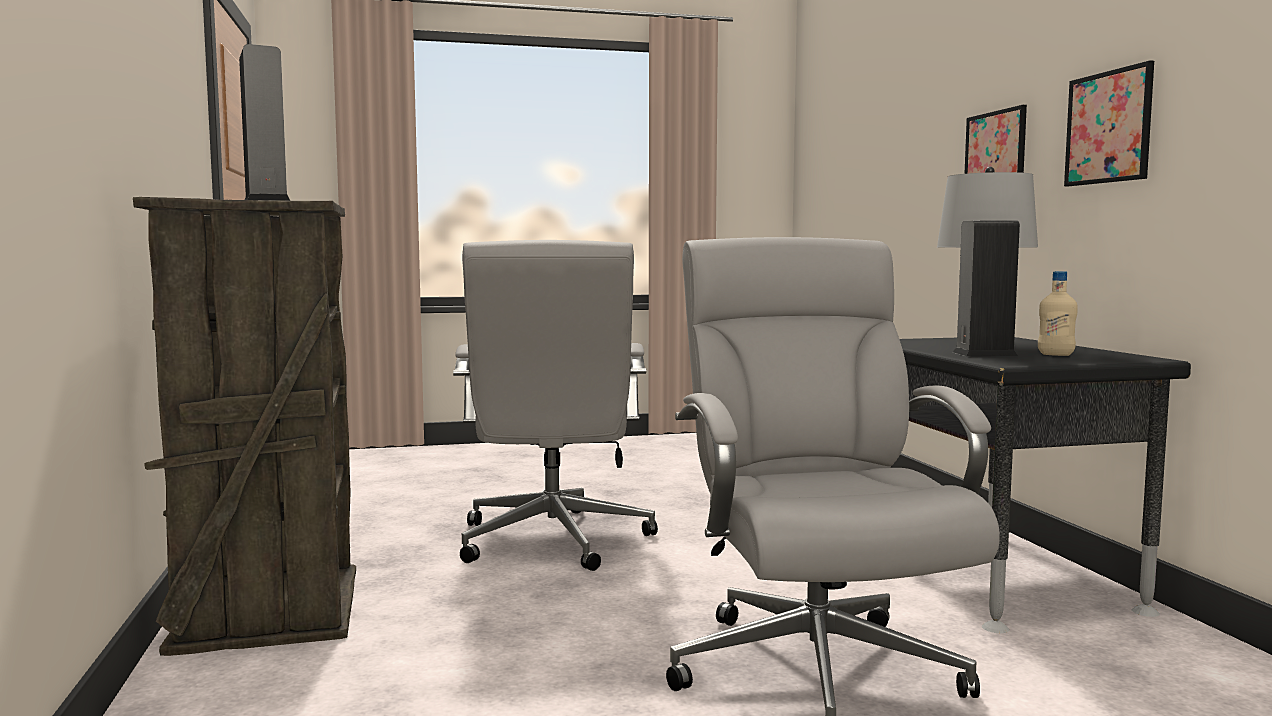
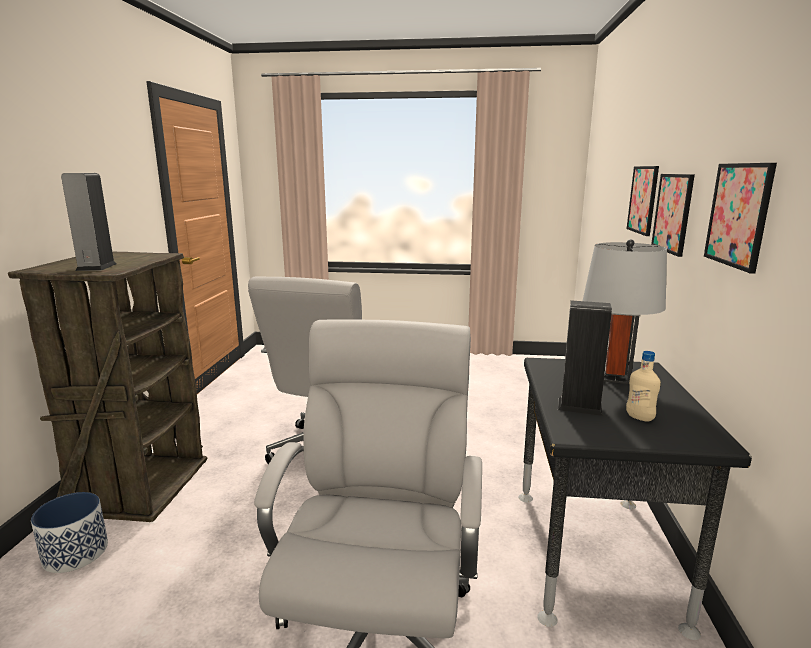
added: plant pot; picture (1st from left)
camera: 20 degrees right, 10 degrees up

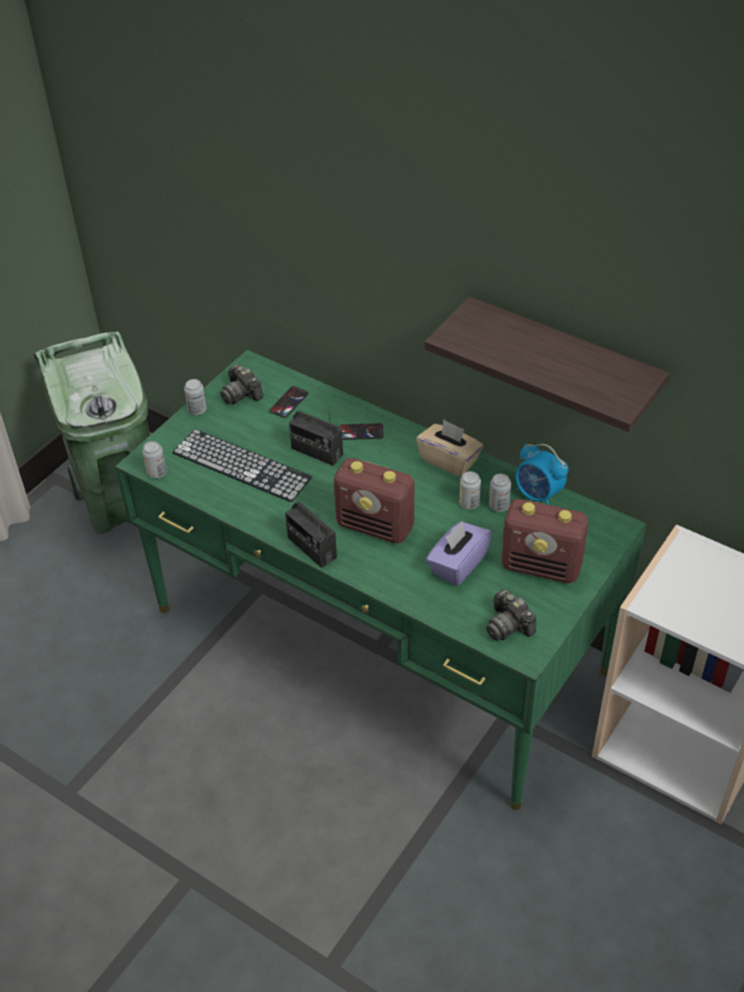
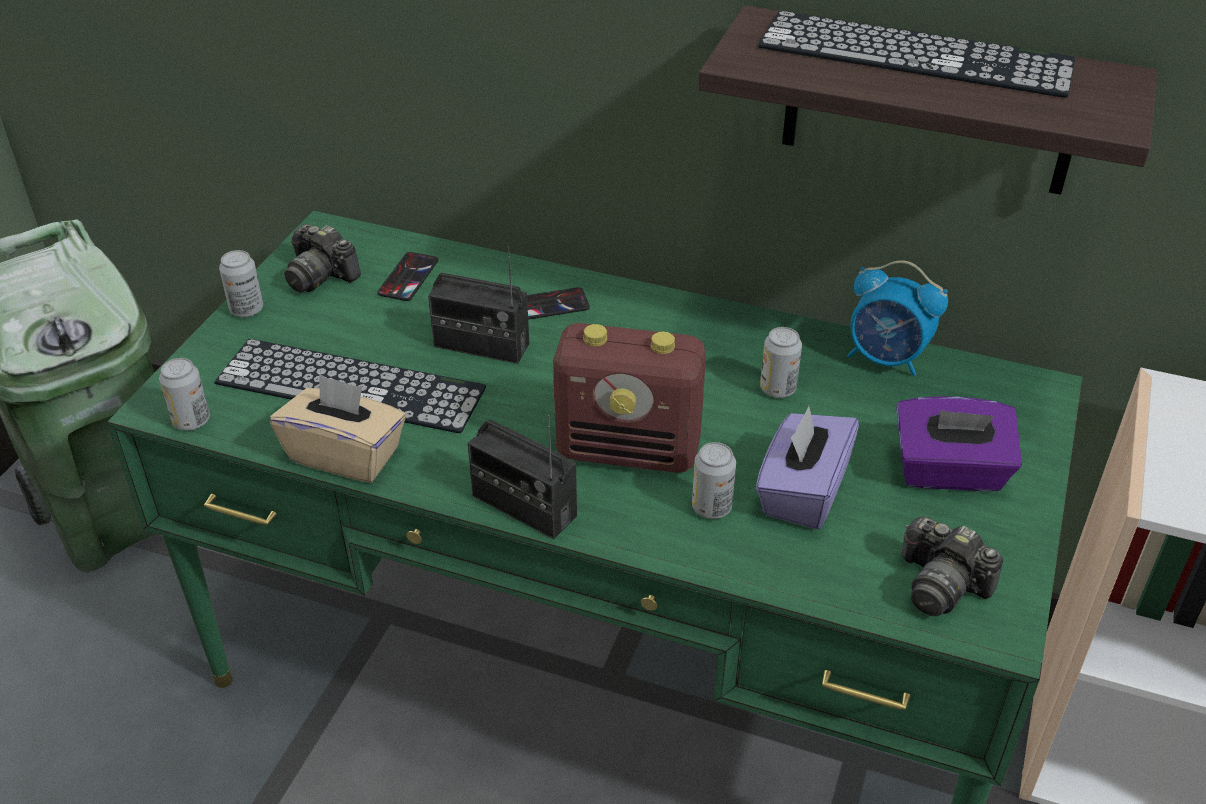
added: computer keyboard (2nd from left)
moved: beige-coloured tissue holder; can (4th from left in the first image) to can (3rd from left)
replaced: radio (4th from left) to purplish tissue holder (2nd from left)
camera: 15 degrees left, 5 degrees down

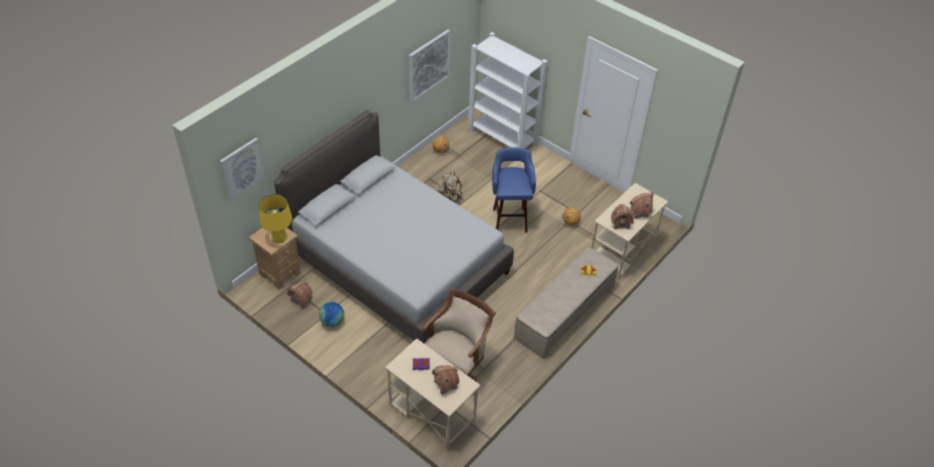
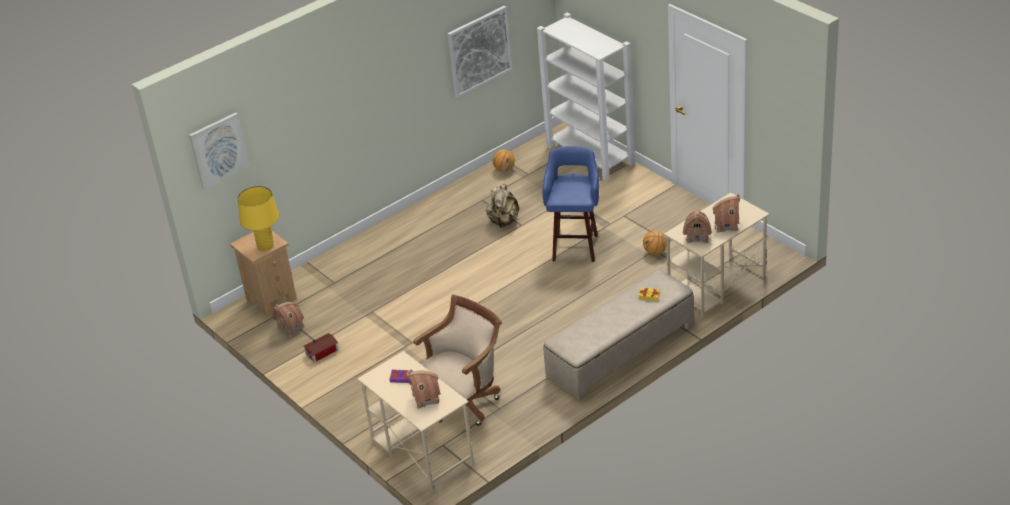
removed: gray sleeping bed
replaced: desk globe to model house (2nd from left)
camera: 15 degrees right, 10 degrees down

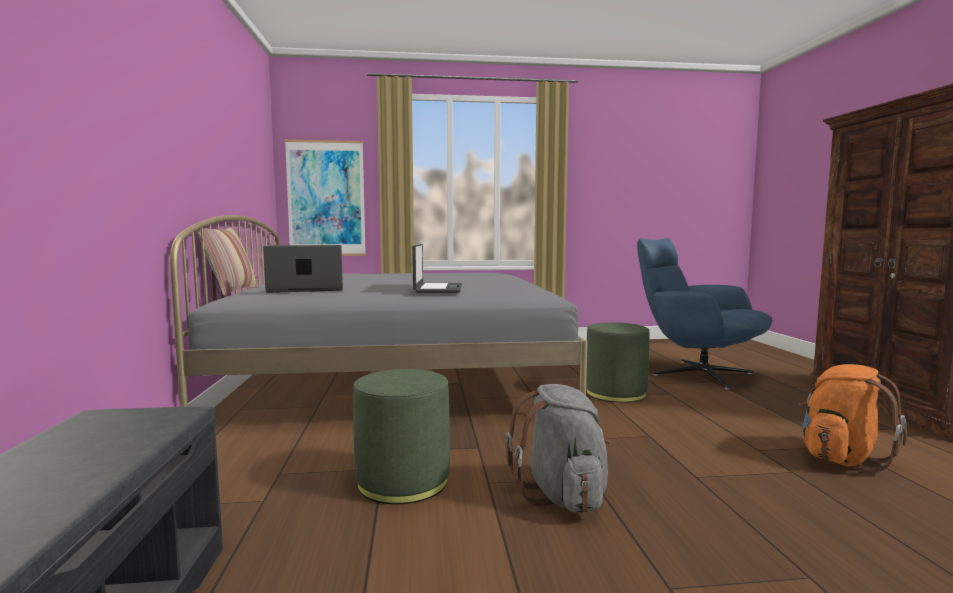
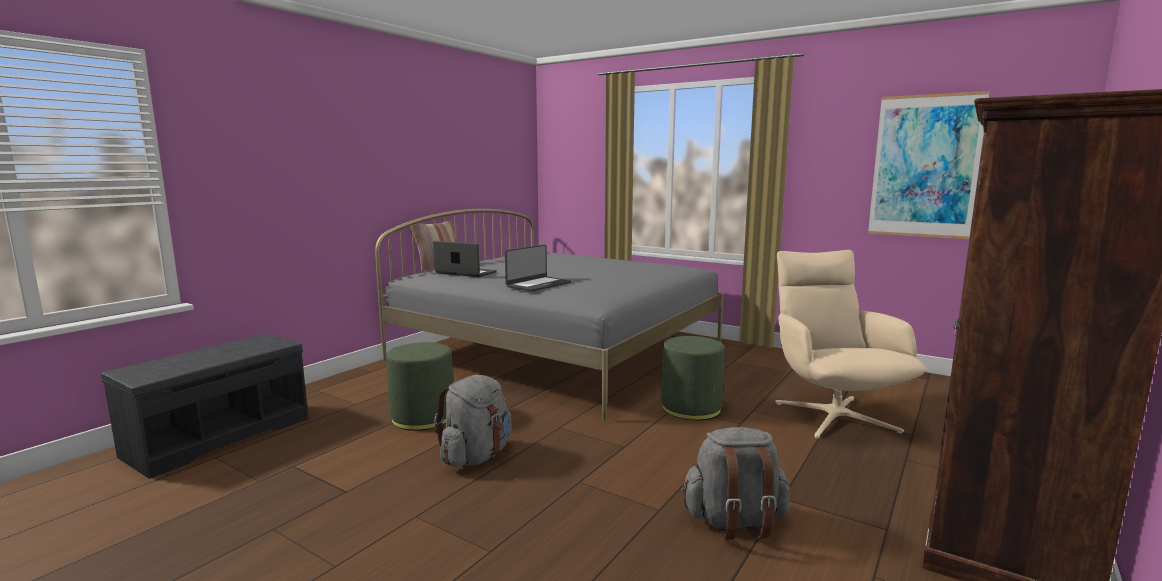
moved: picture
recoloured: blue-coloured lounge chair to beige-coloured lounge chair; orangey rucksack to gray rucksack (2nd from left)
camera: 40 degrees right, 5 degrees up

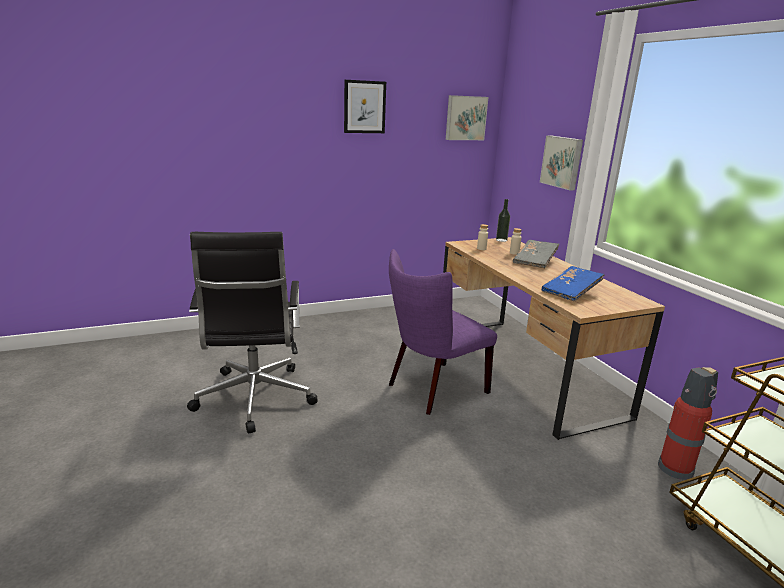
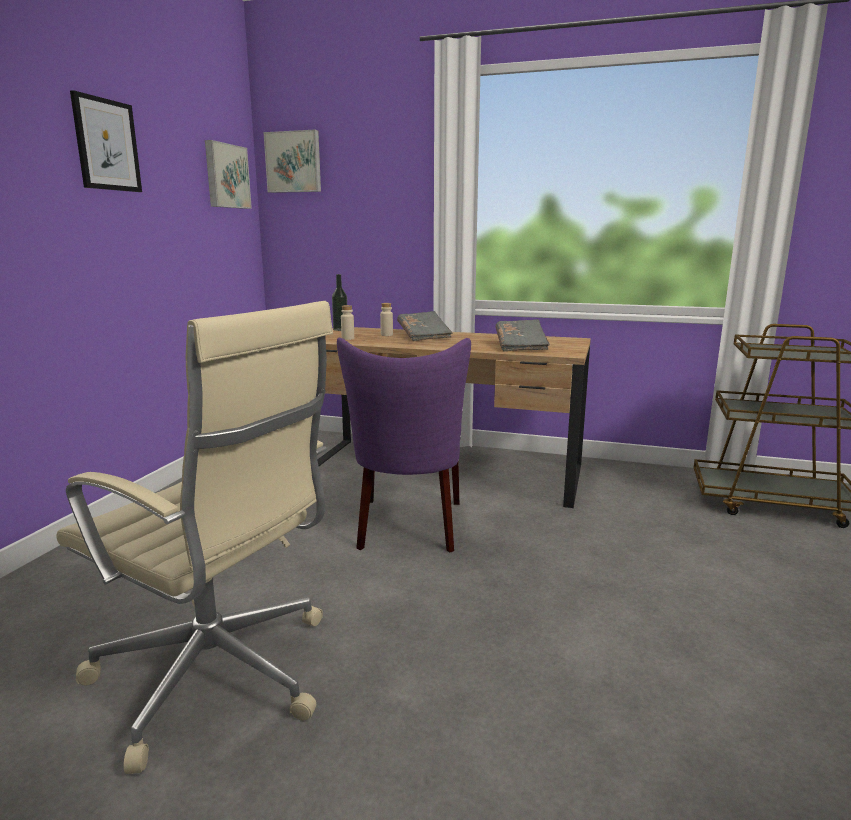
removed: fire extinguisher
moved: picture (3rd from left)
recoloured: black office chair to beige-coloured office chair; blue-coloured book to gray book (2nd from left)
camera: 50 degrees left, 5 degrees down

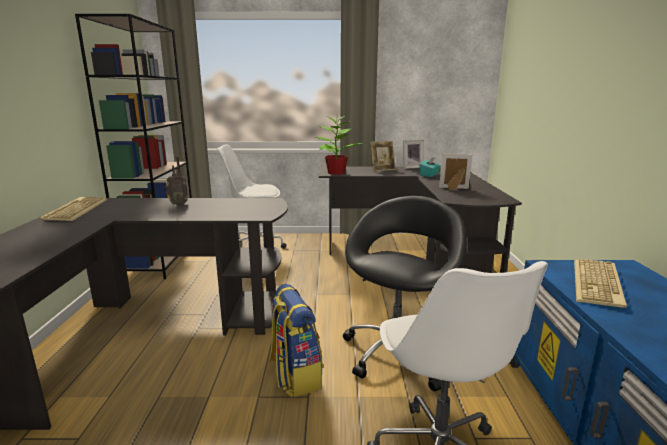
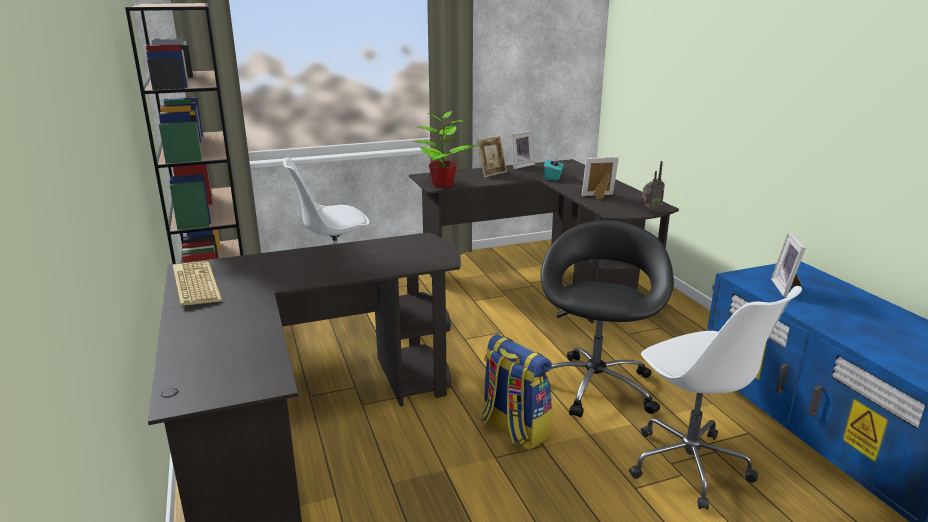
moved: radio
replaced: computer keyboard (2nd from left) to standing frame (4th from left)
camera: 20 degrees left, 5 degrees up

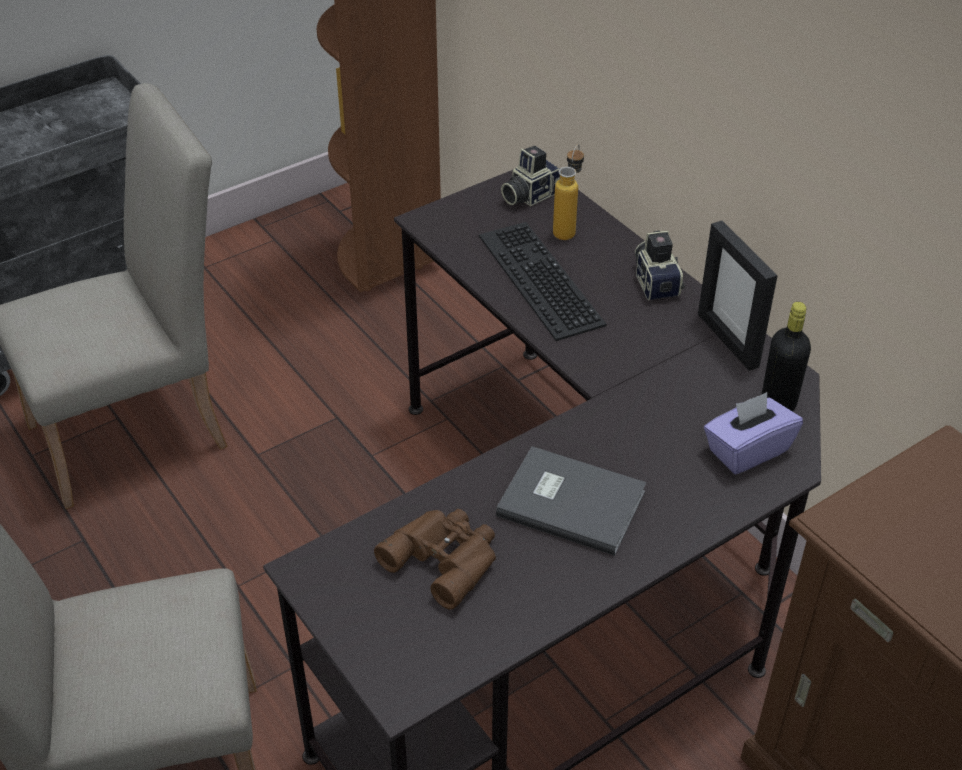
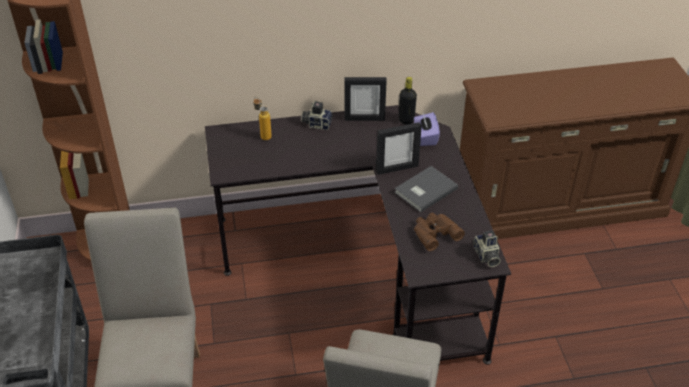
removed: computer keyboard
added: standing frame (2nd from left)
moved: photo camera (1st from left in the first image) to photo camera (2nd from left)
camera: 65 degrees left, 0 degrees up

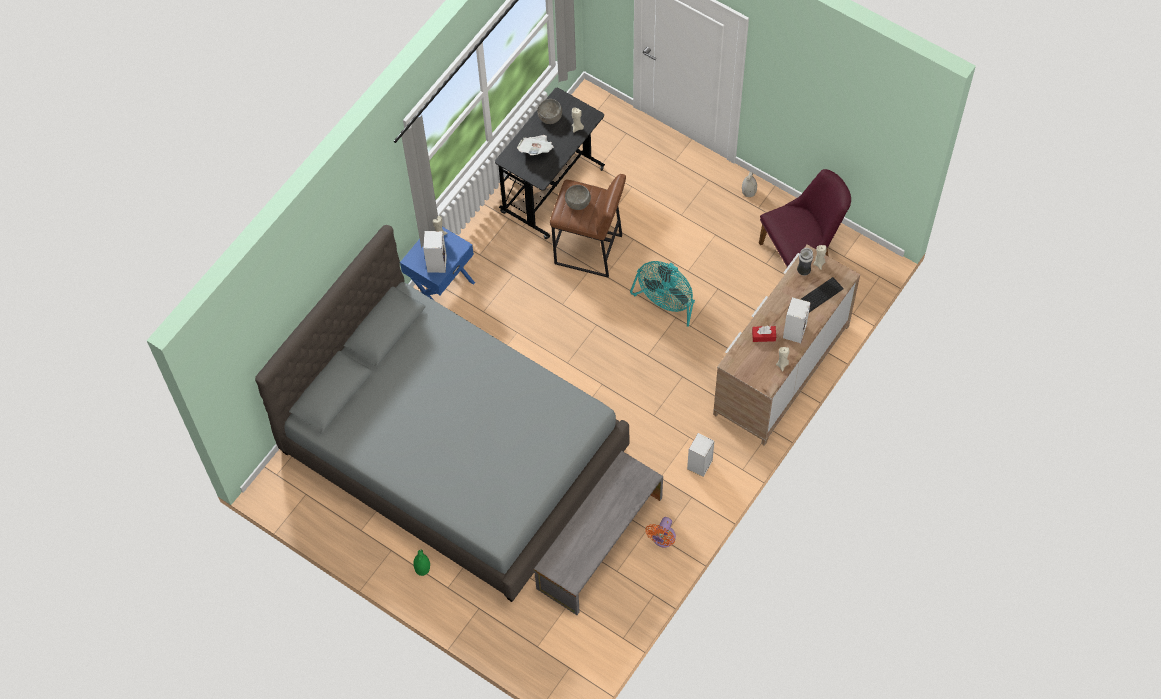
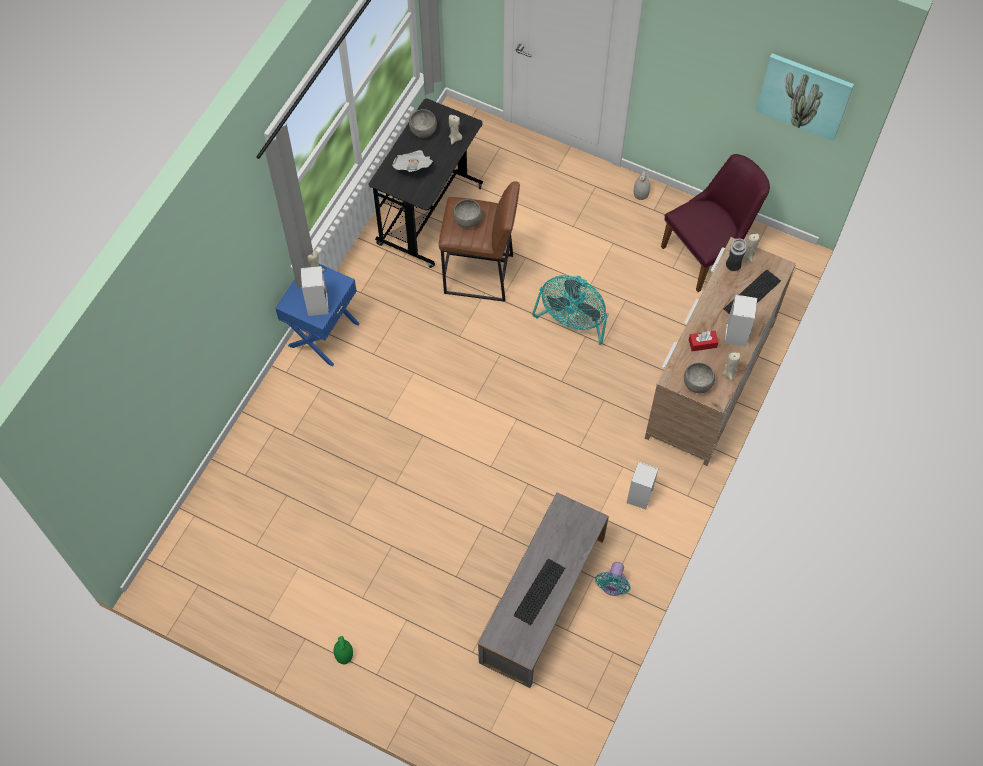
removed: gray sleeping bed
added: computer keyboard (1st from left); gray deep dish (3rd from left); picture
recoloured: orangey fan to turquoise fan (2nd from left)
camera: 10 degrees left, 0 degrees up

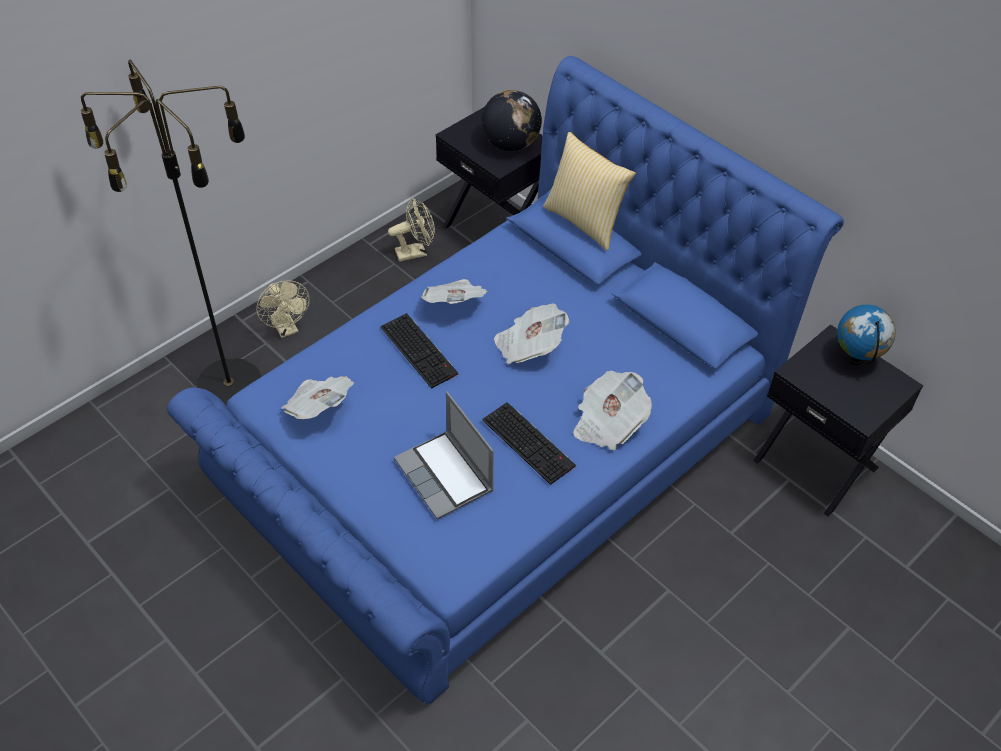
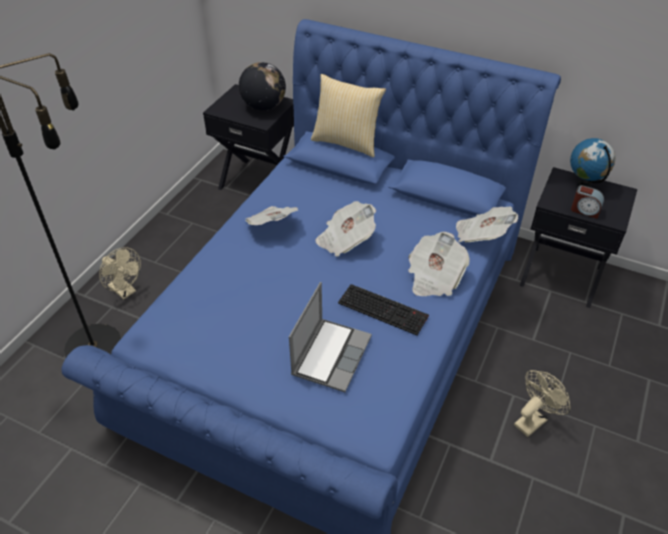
removed: computer keyboard (1st from left)
added: bedside clock
moved: newspaper (1st from left in the first image) to newspaper (4th from left); beige-coloured fan (2nd from left)
turned: portable computer 105 degrees counterclockwise
camera: 20 degrees left, 5 degrees down

